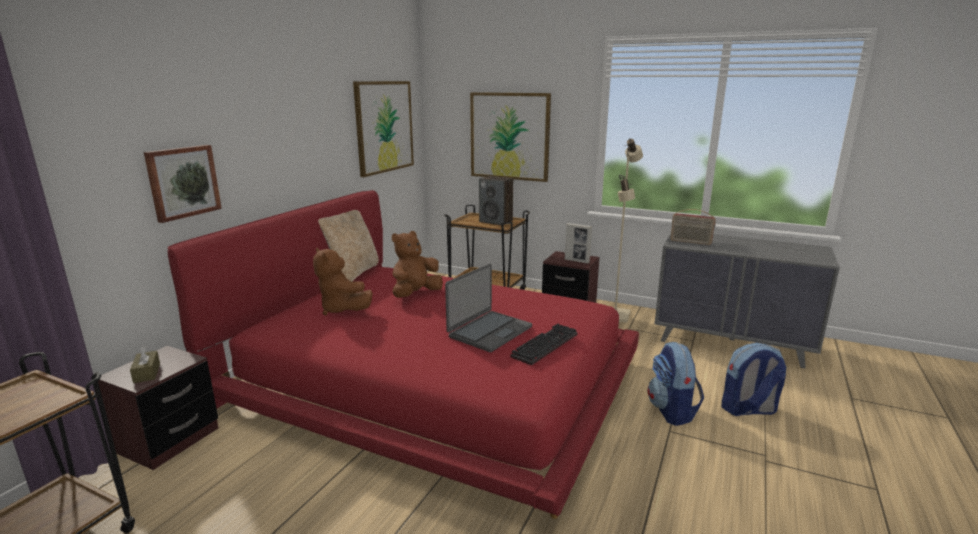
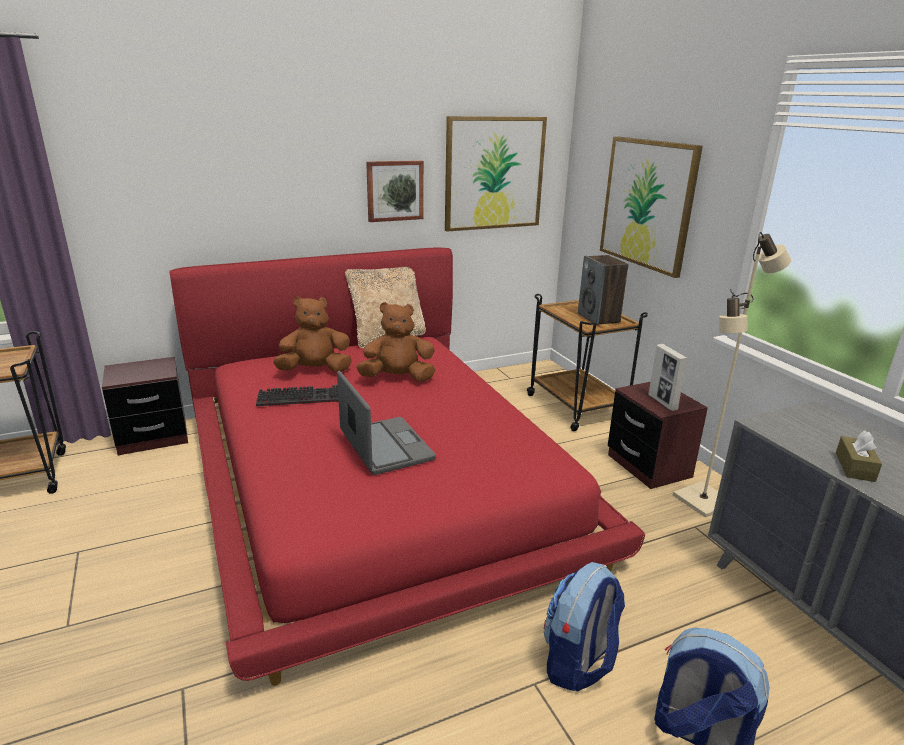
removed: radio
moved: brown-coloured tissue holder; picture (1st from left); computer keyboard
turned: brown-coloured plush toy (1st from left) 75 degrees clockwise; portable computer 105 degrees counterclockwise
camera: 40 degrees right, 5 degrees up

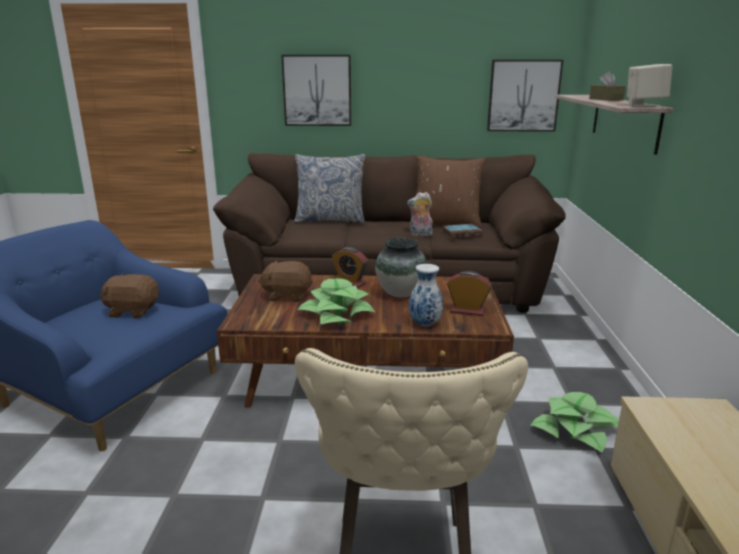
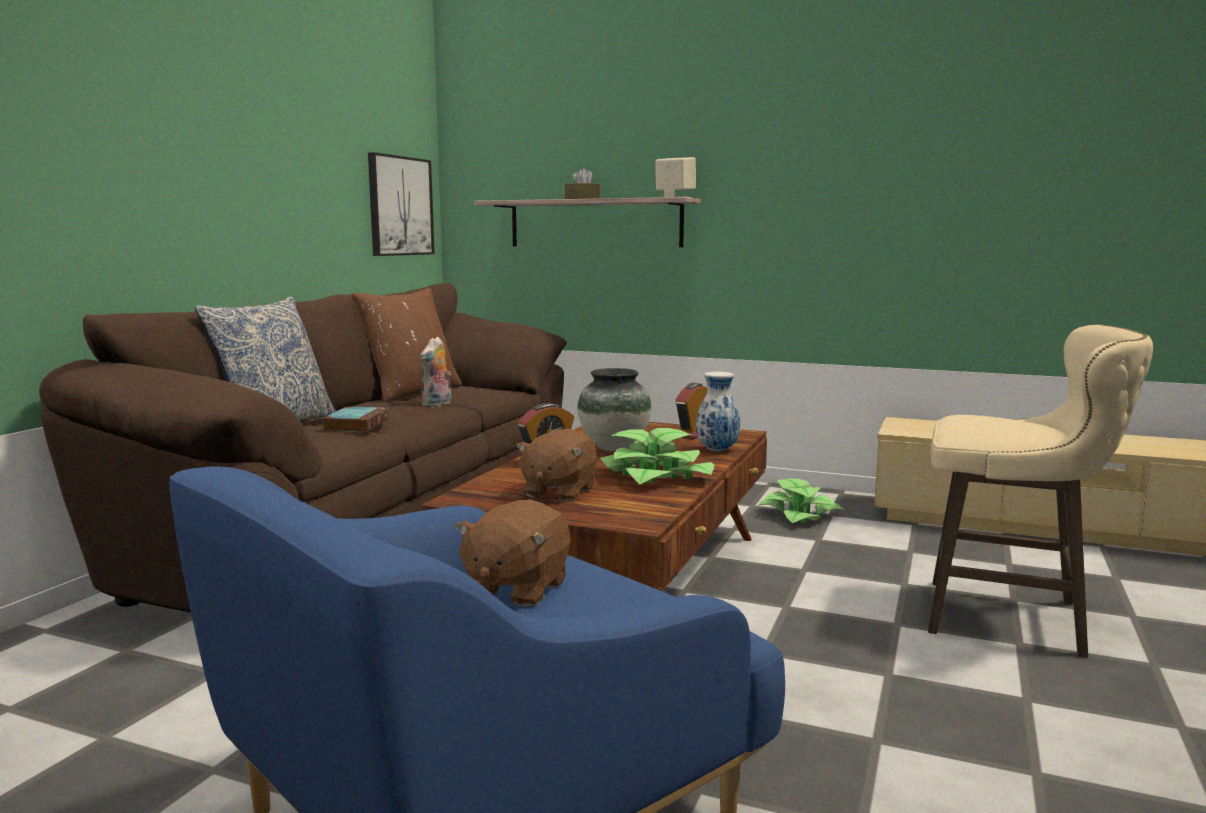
removed: picture (1st from left)
moved: book
camera: 70 degrees left, 10 degrees down

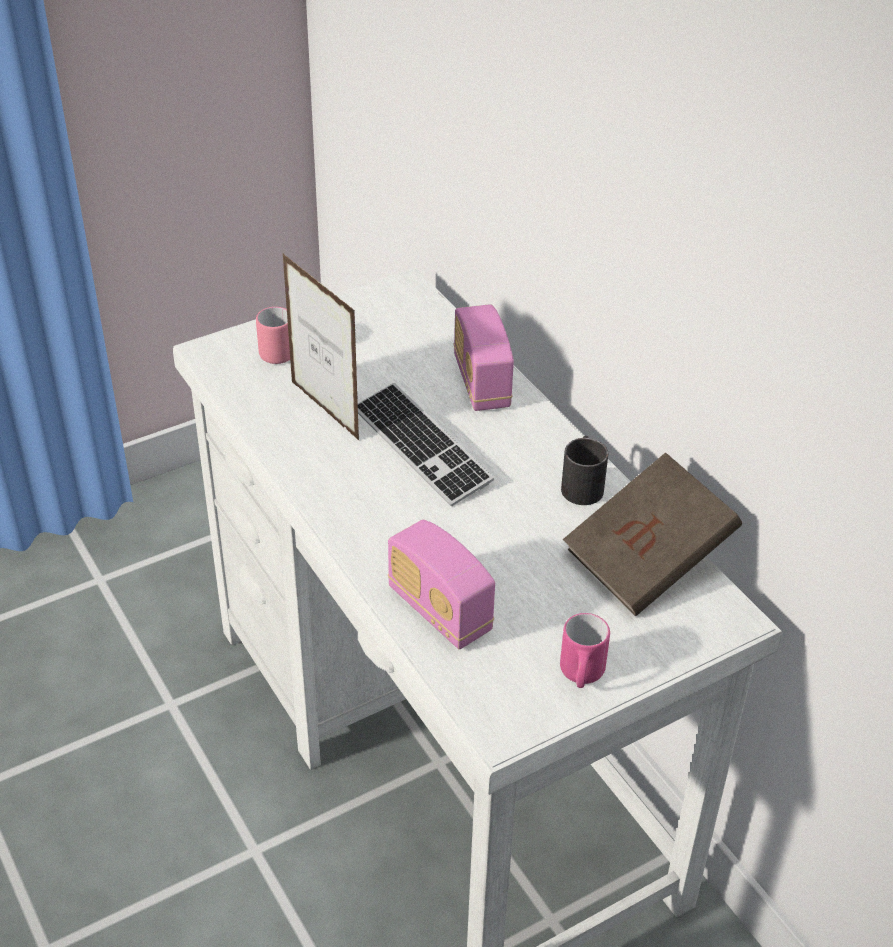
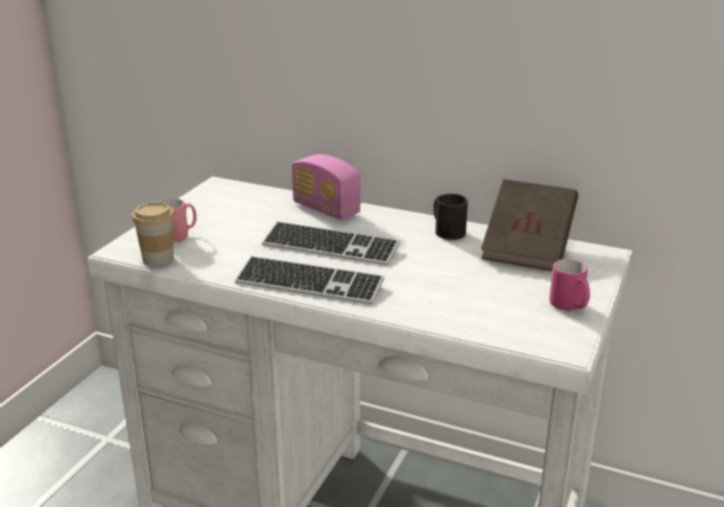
removed: standing frame; radio (1st from left)
added: small cup; computer keyboard (1st from left)
camera: 35 degrees left, 15 degrees down

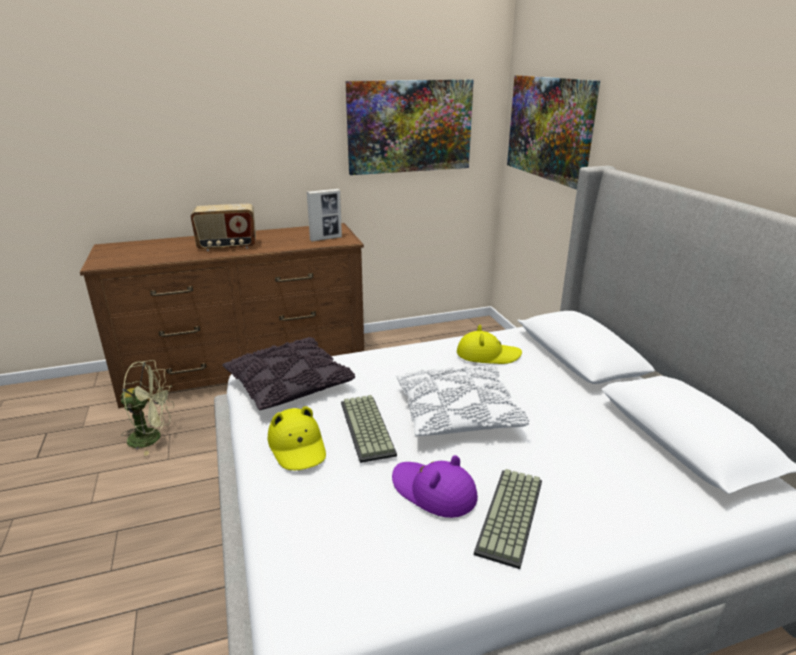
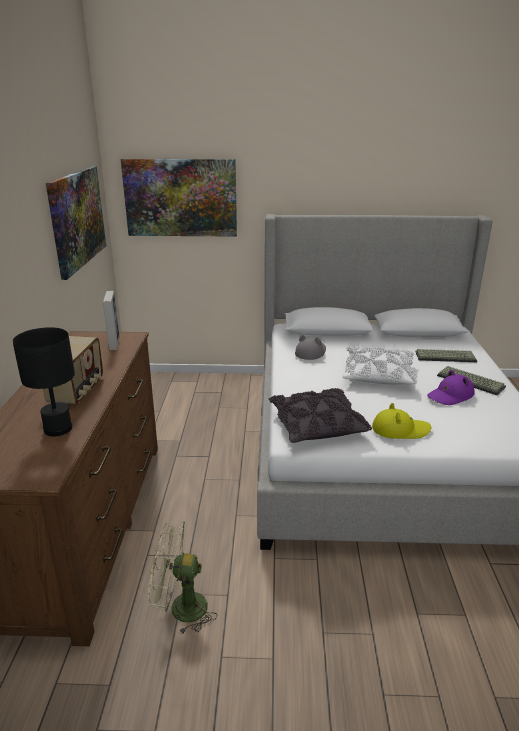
added: black lamp for a table
moved: computer keyboard (1st from left)
recoloured: yellowish hat (2nd from left) to gray hat
turned: green-coloured fan 105 degrees counterclockwise
camera: 70 degrees left, 0 degrees up

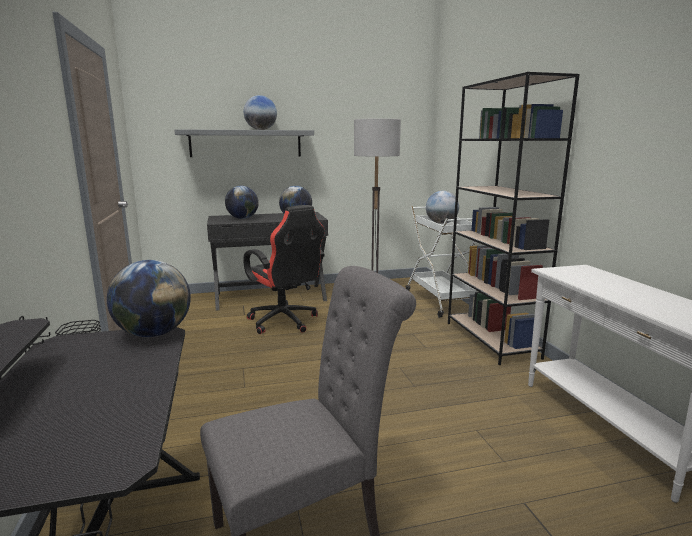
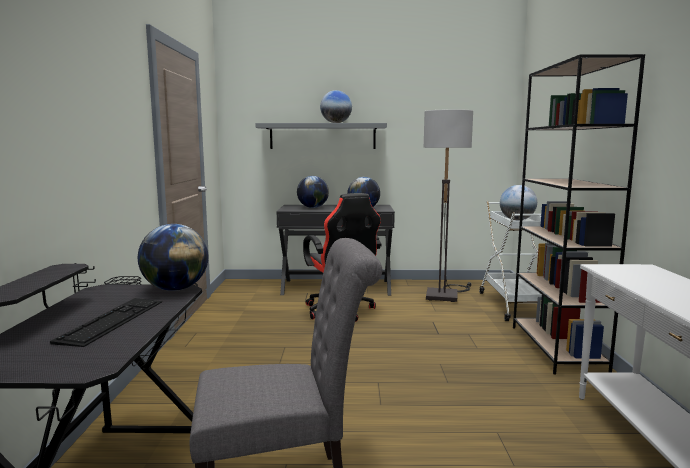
added: computer keyboard
camera: 15 degrees right, 5 degrees down

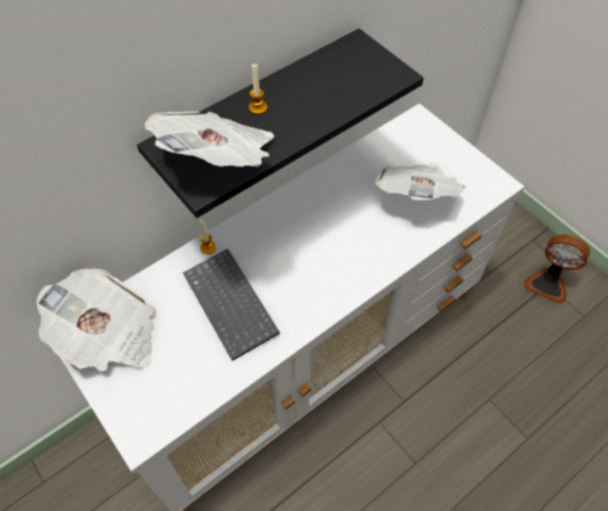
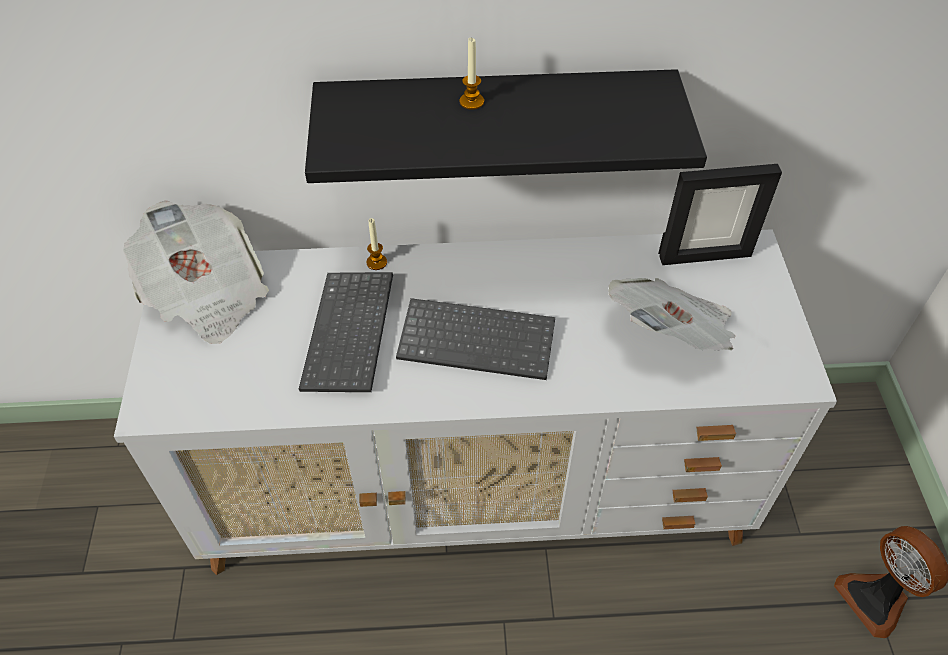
removed: newspaper (2nd from left)
added: computer keyboard (2nd from left); standing frame
camera: 35 degrees right, 5 degrees down

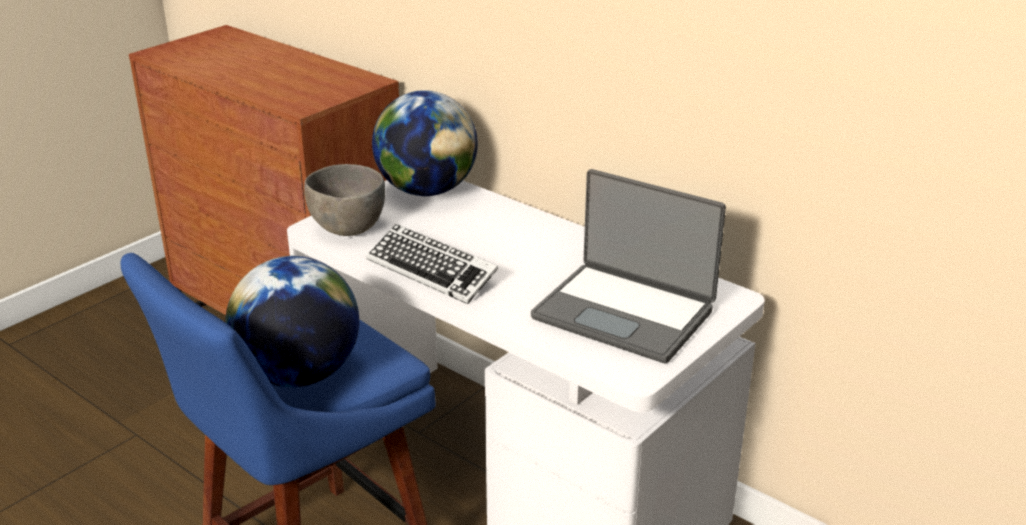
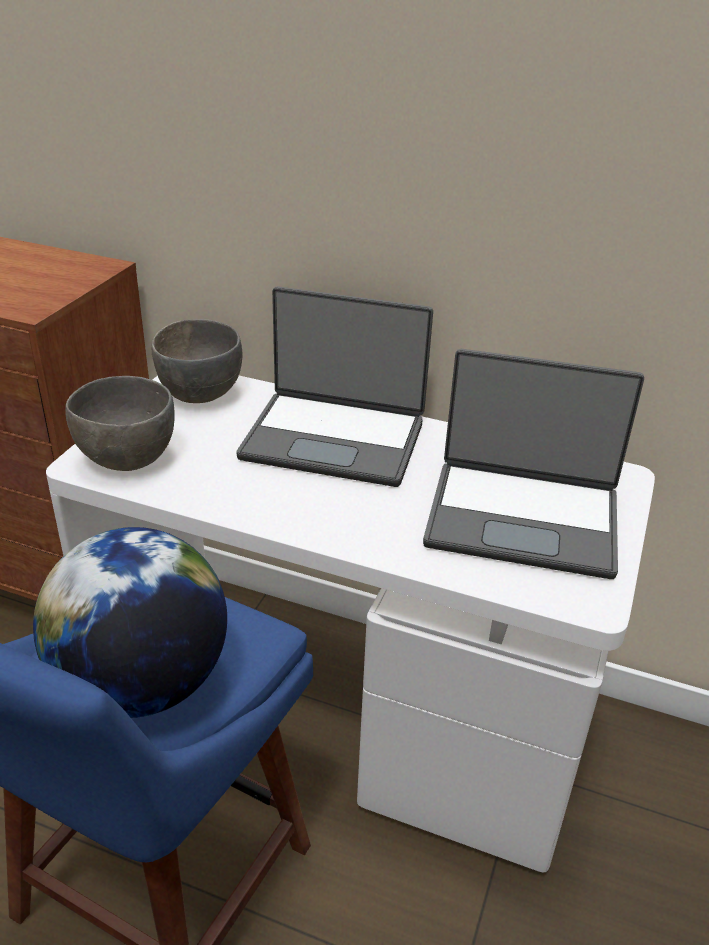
removed: computer keyboard
added: portable computer (1st from left)
replaced: desk globe (2nd from left) to gray deep dish (2nd from left)
camera: 20 degrees left, 5 degrees up

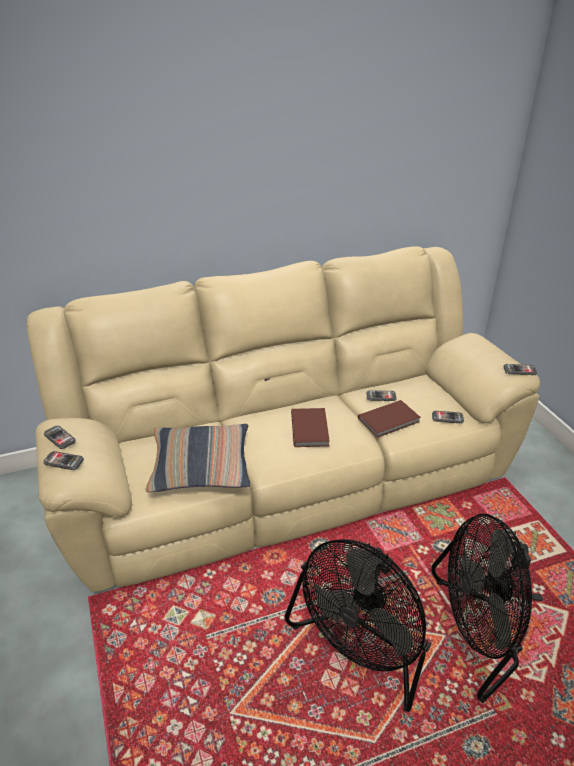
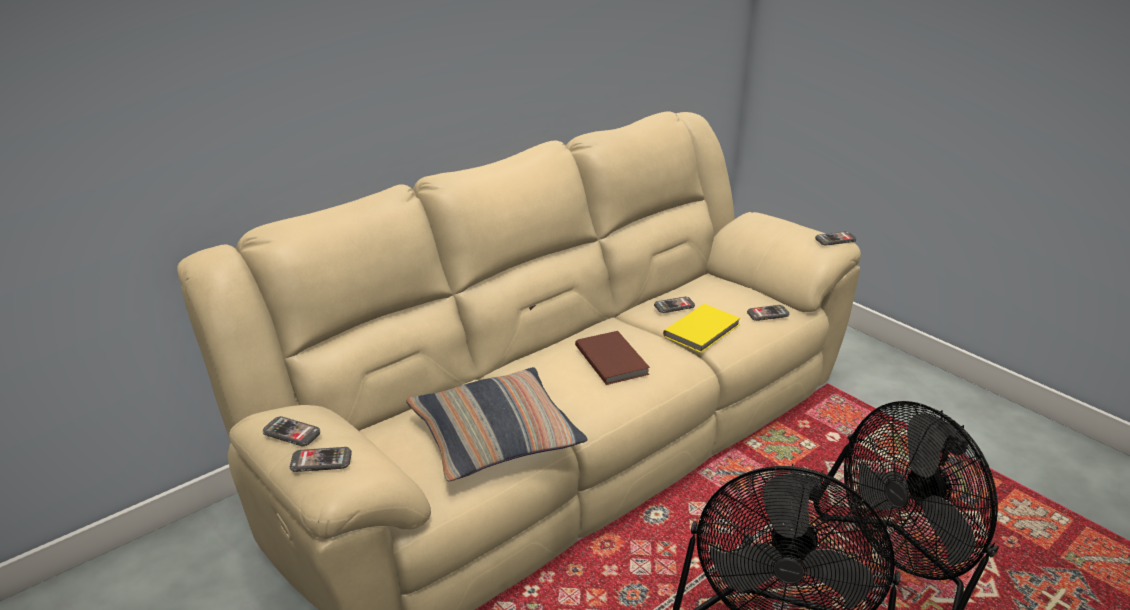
recoloured: brown-coloured book (2nd from left) to yellowish book
camera: 20 degrees left, 5 degrees down

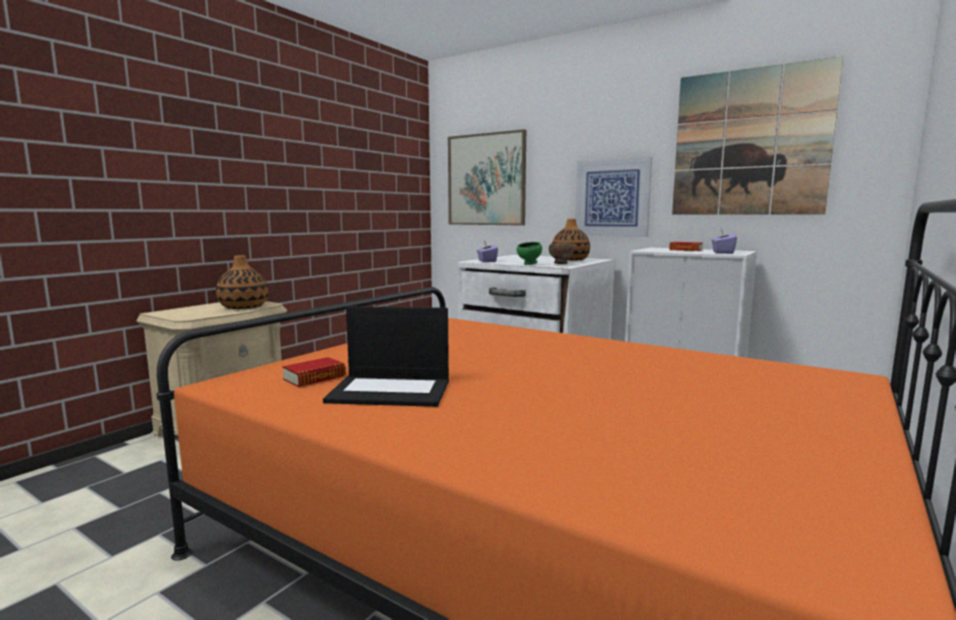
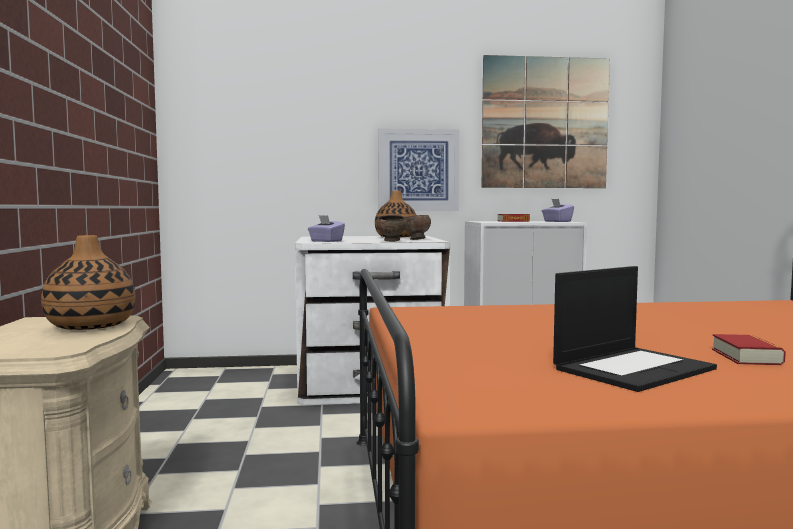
removed: picture (1st from left)
moved: book (1st from left in the first image) to book (2nd from left)
recoloured: green-coloured deep dish to brown-coloured deep dish (1st from left)
camera: 40 degrees left, 5 degrees down

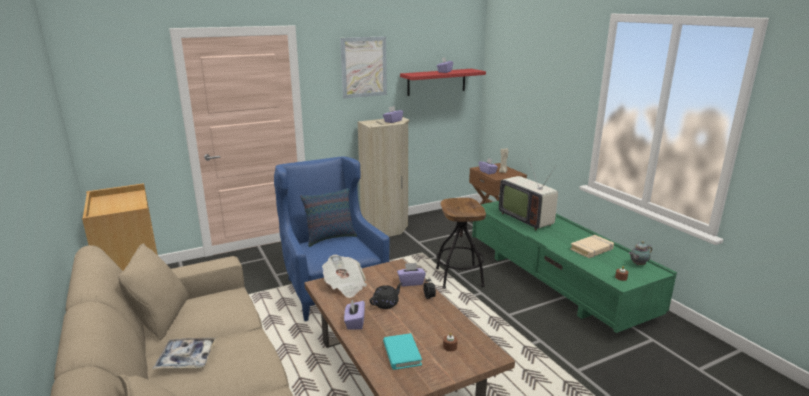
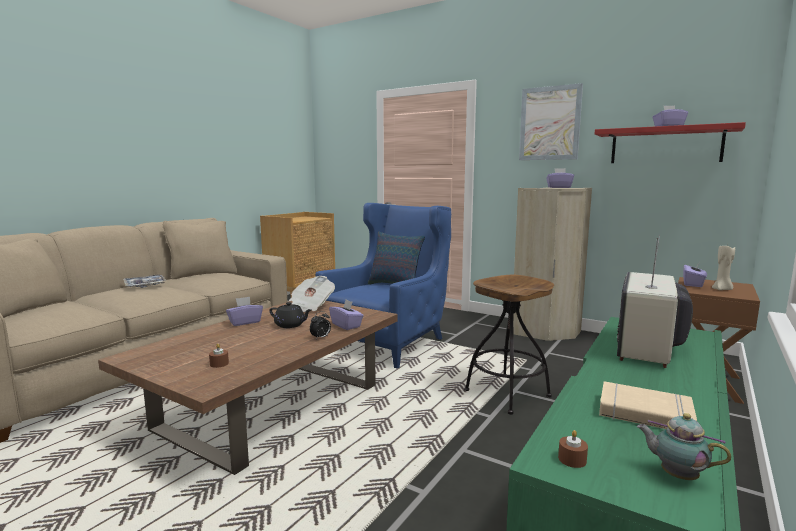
removed: turquoise book
camera: 60 degrees right, 10 degrees down

